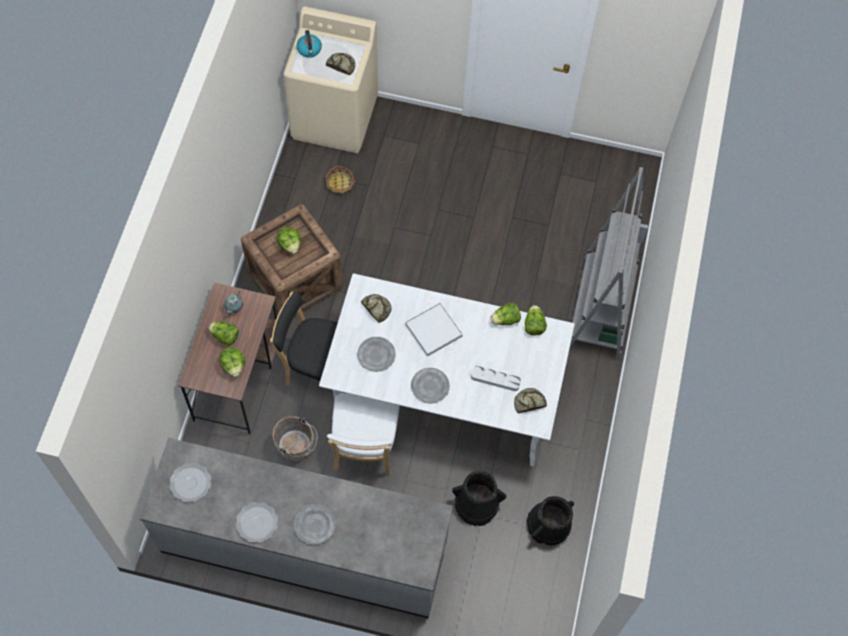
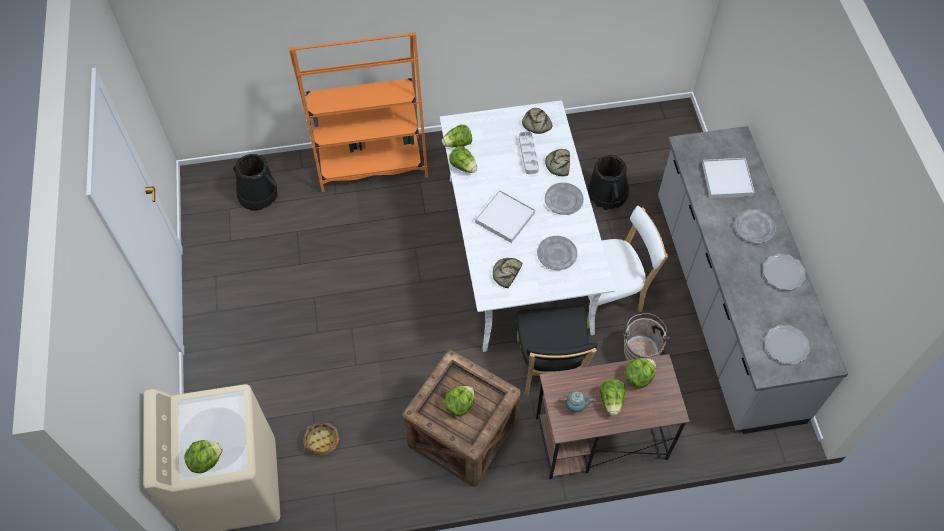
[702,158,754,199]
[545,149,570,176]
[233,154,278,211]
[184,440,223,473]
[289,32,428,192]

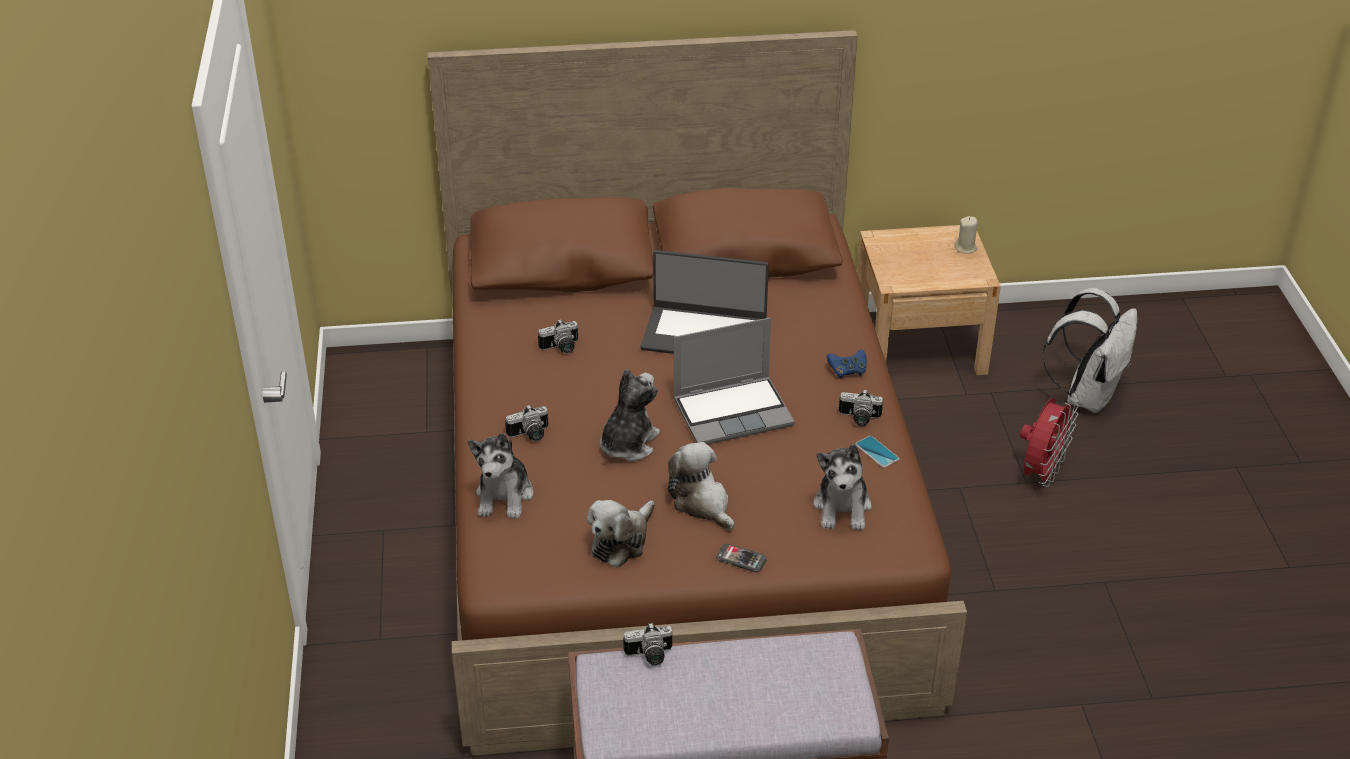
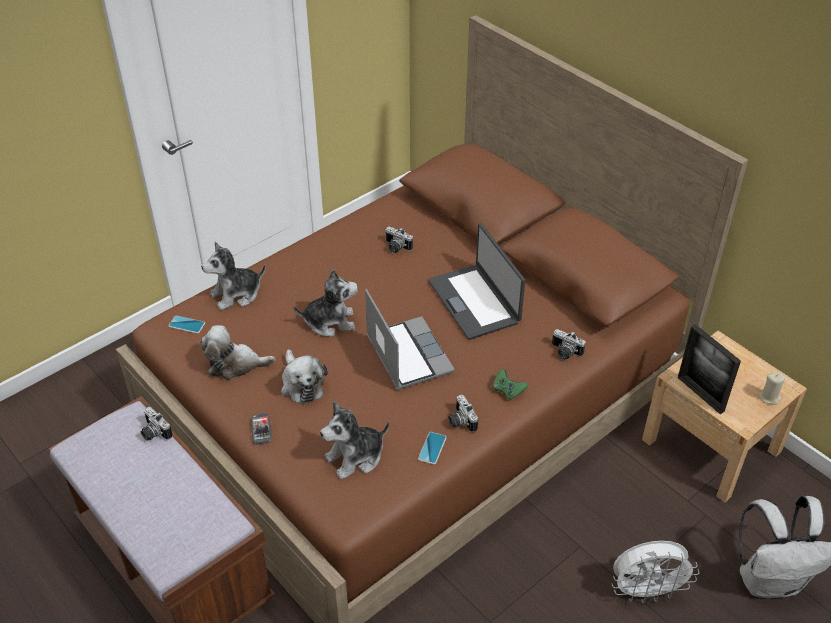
[168,316,205,334]
[678,324,741,414]
[552,329,586,360]
[492,369,528,400]
[611,541,699,603]
[281,349,328,404]
[365,289,455,390]

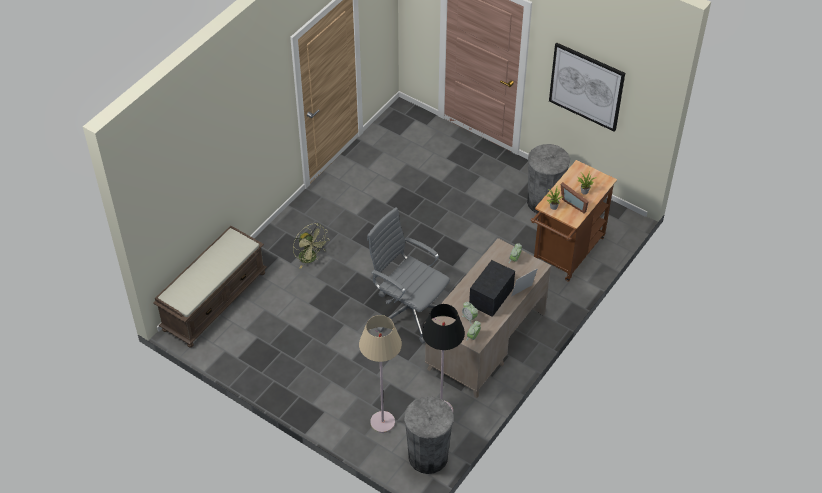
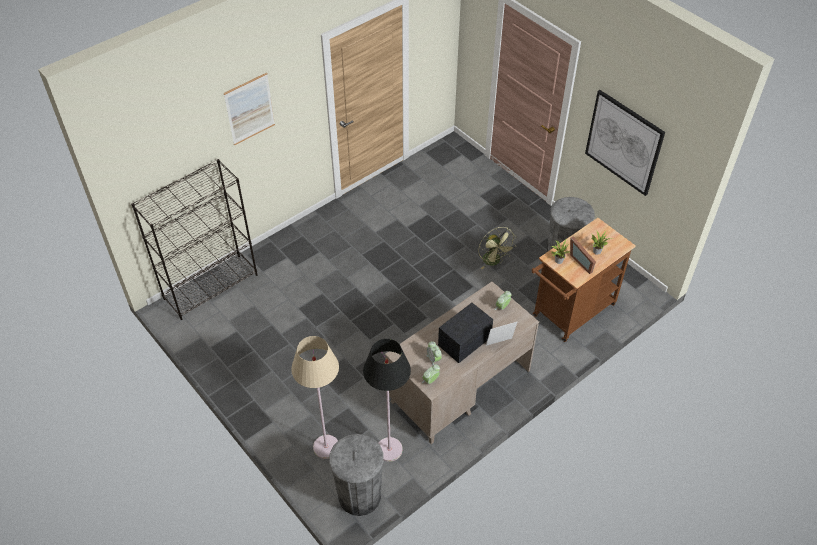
[367,207,450,343] (first image)
[224,73,275,146]
[478,227,516,270]
[131,159,257,320]

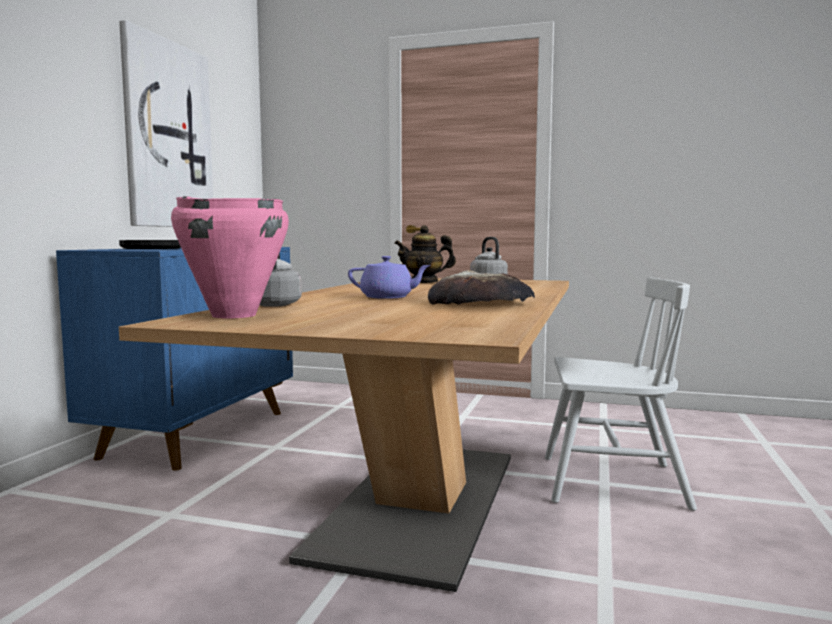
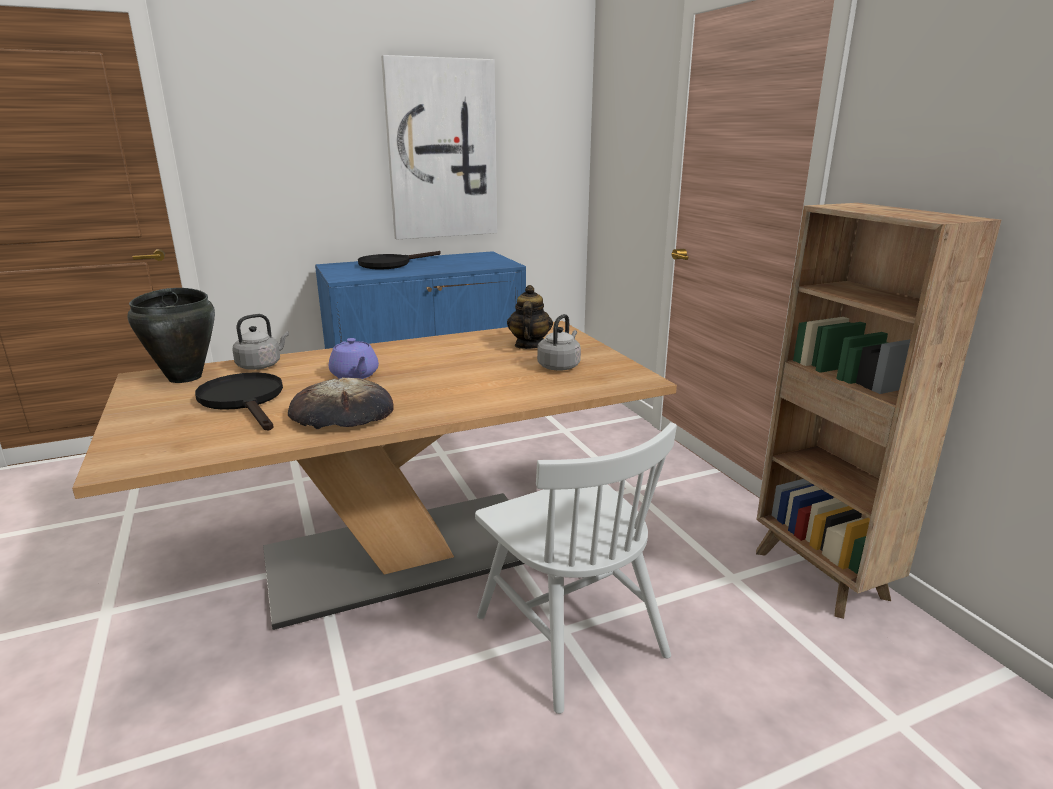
[195,372,283,430]
[756,203,1001,619]
[128,288,215,383]
[507,285,553,349]

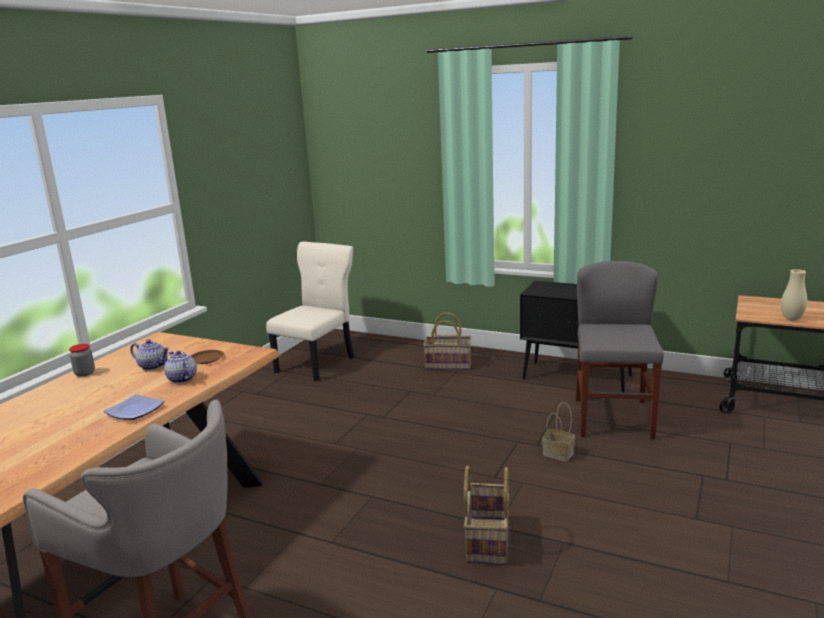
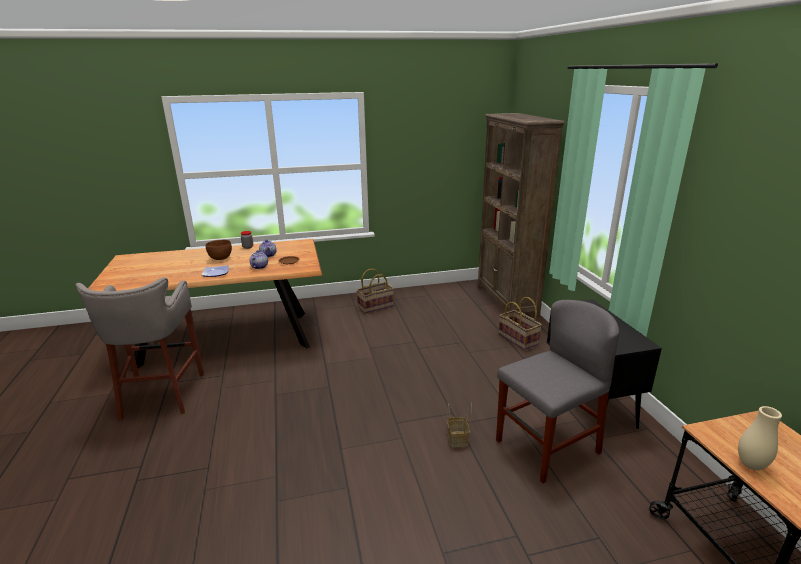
[266,242,354,381] (first image)
[205,240,232,260]
[477,113,565,317]
[356,269,394,313]

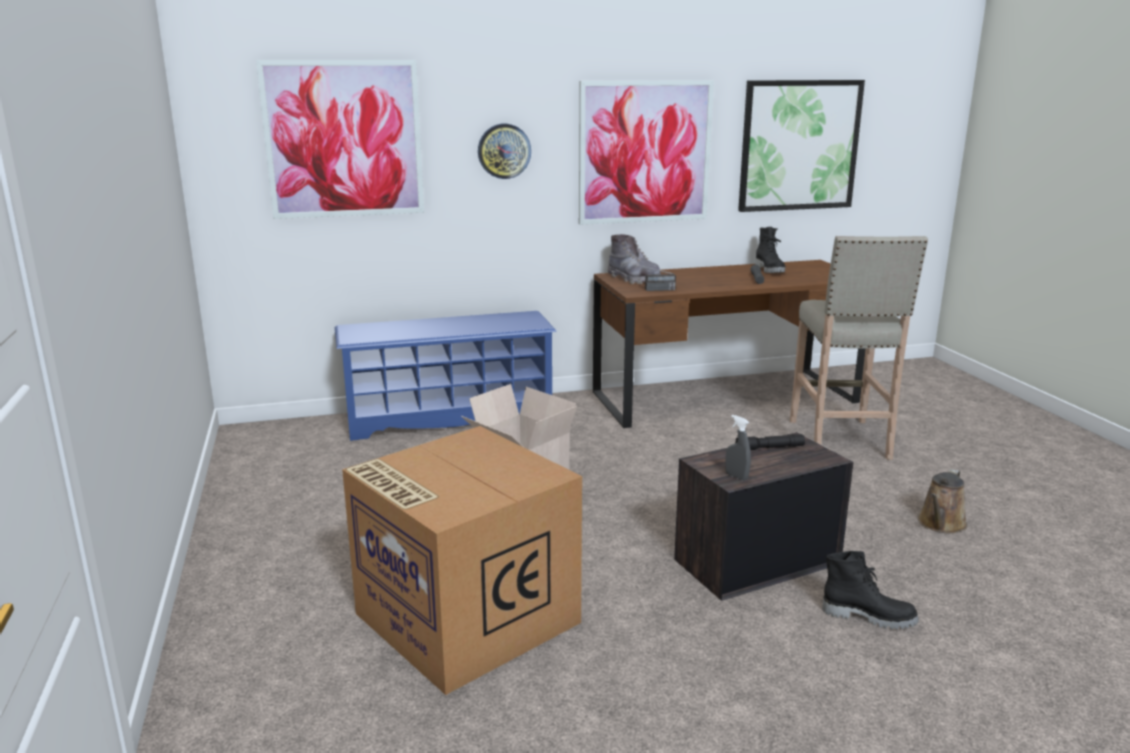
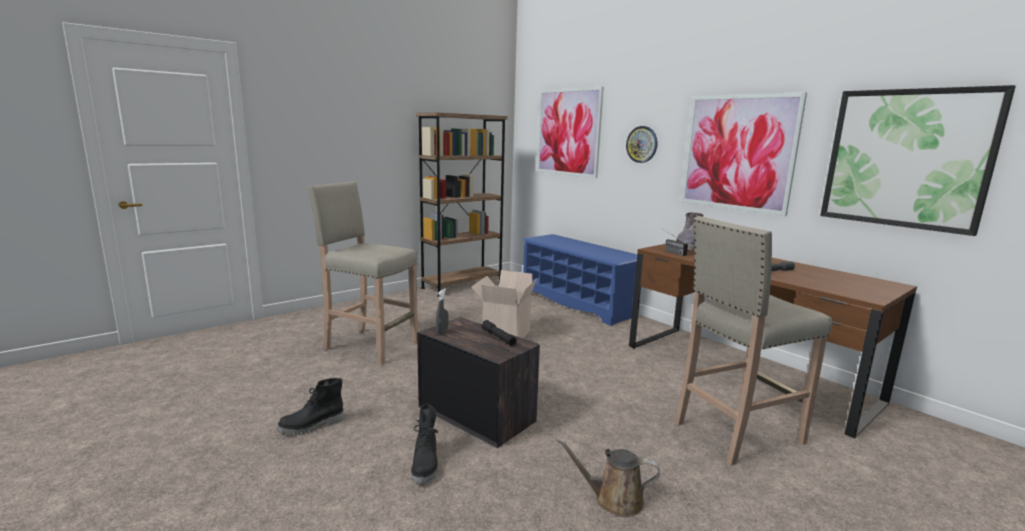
[416,112,508,297]
[277,378,344,435]
[307,181,418,365]

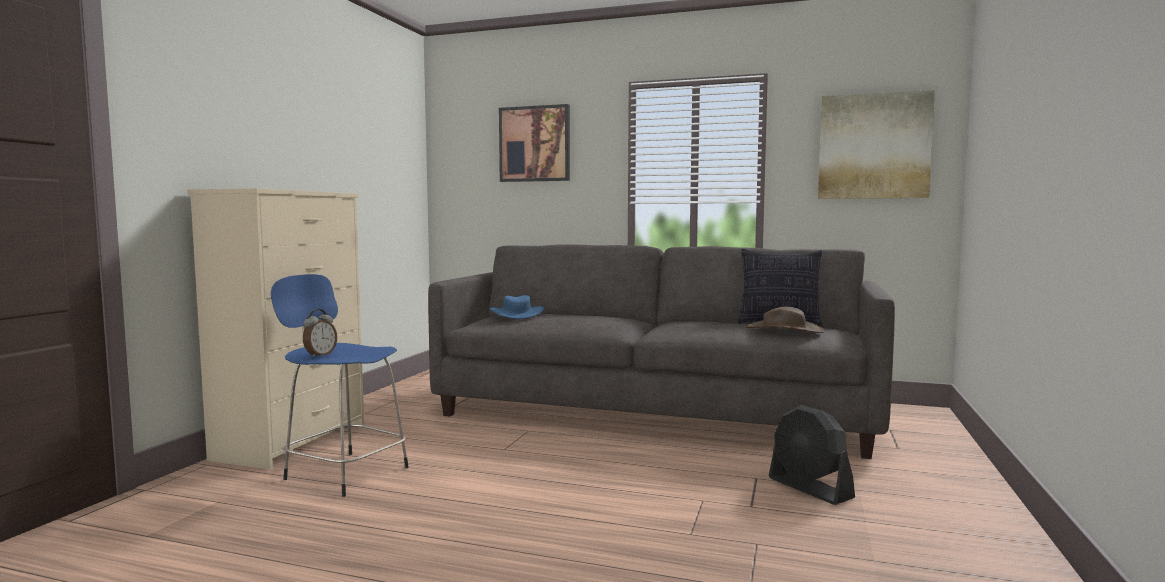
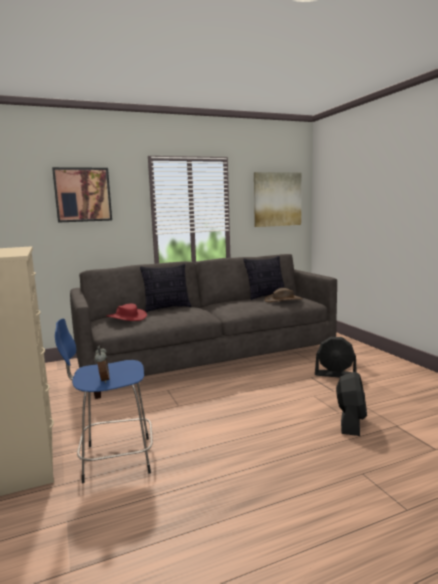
[140,264,191,313]
[336,372,367,436]
[106,304,147,321]

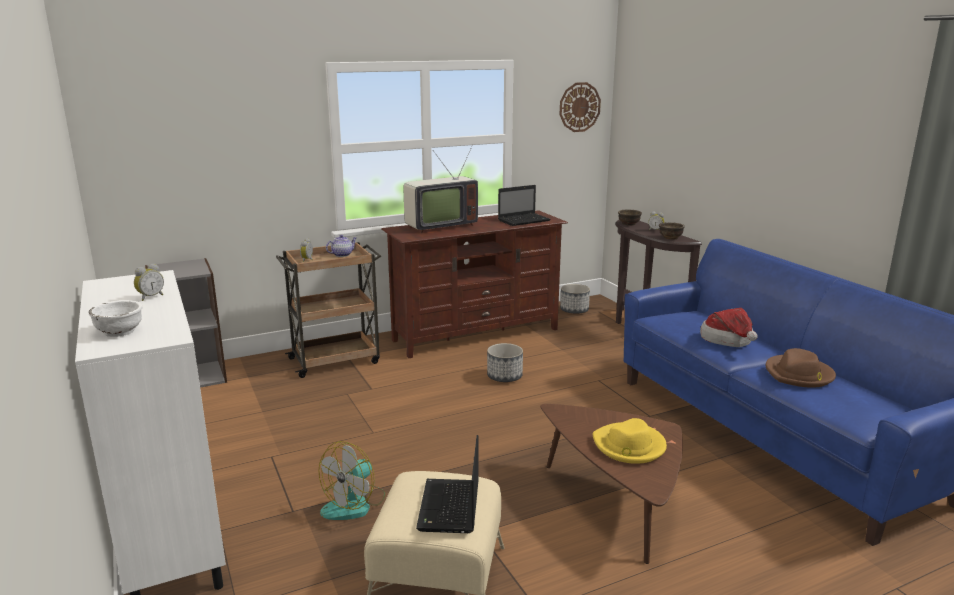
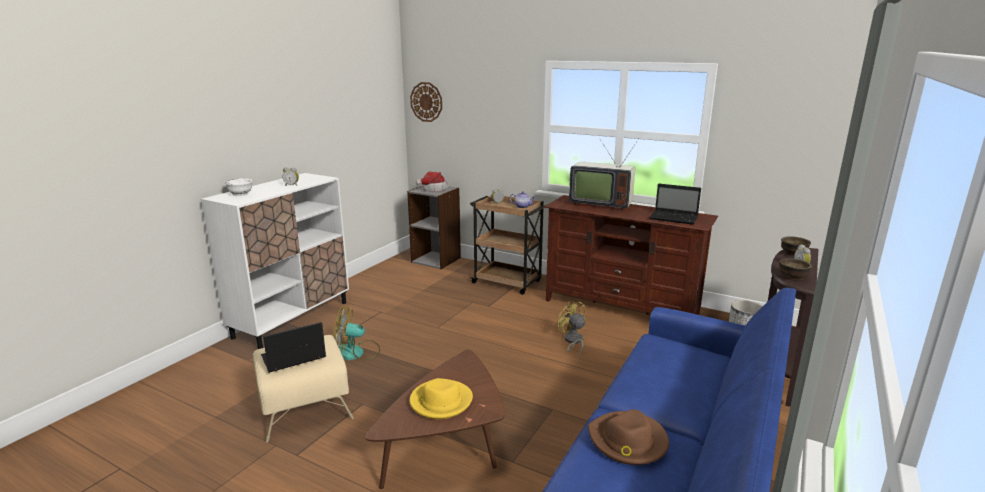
[410,82,442,122]
[416,171,448,192]
[557,300,586,358]

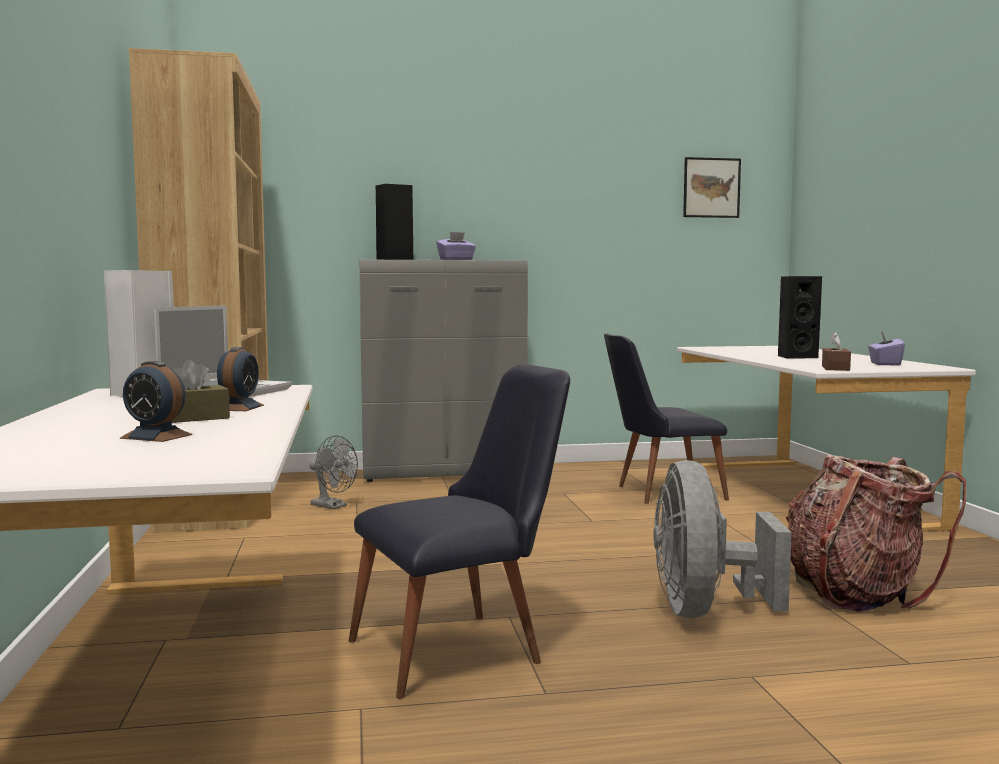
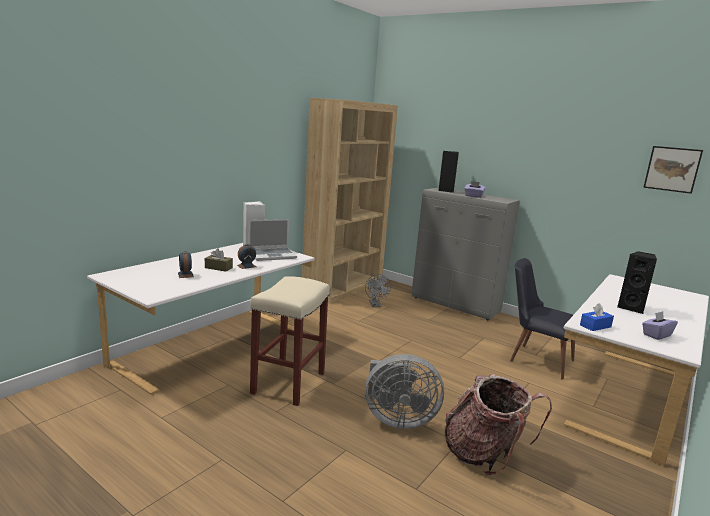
[250,276,330,406]
[580,303,614,331]
[365,354,444,429]

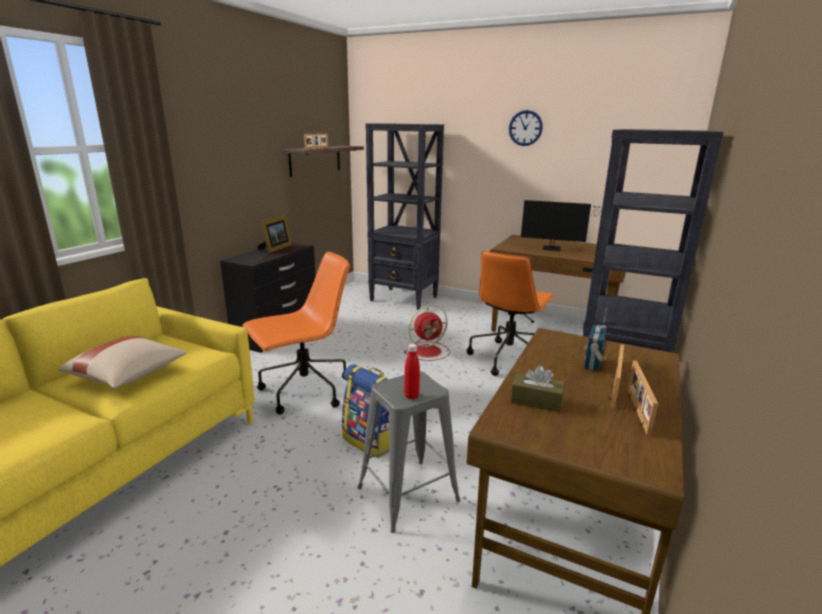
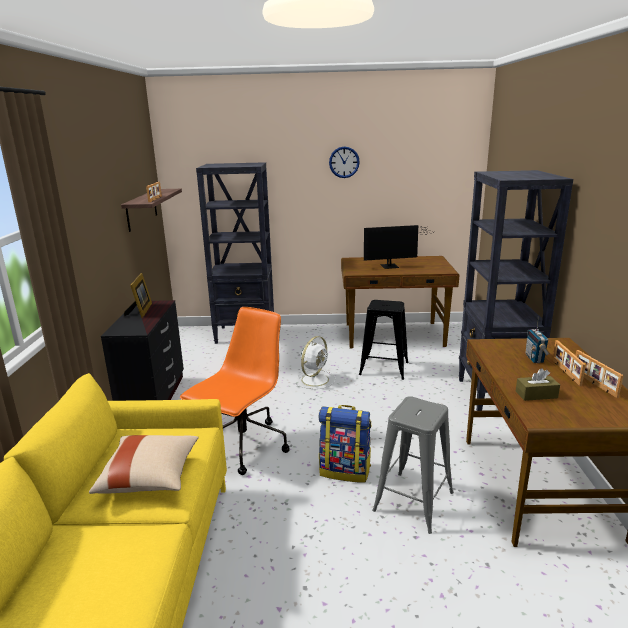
[404,344,420,399] (first image)
[359,300,409,380]
[296,336,336,389]

